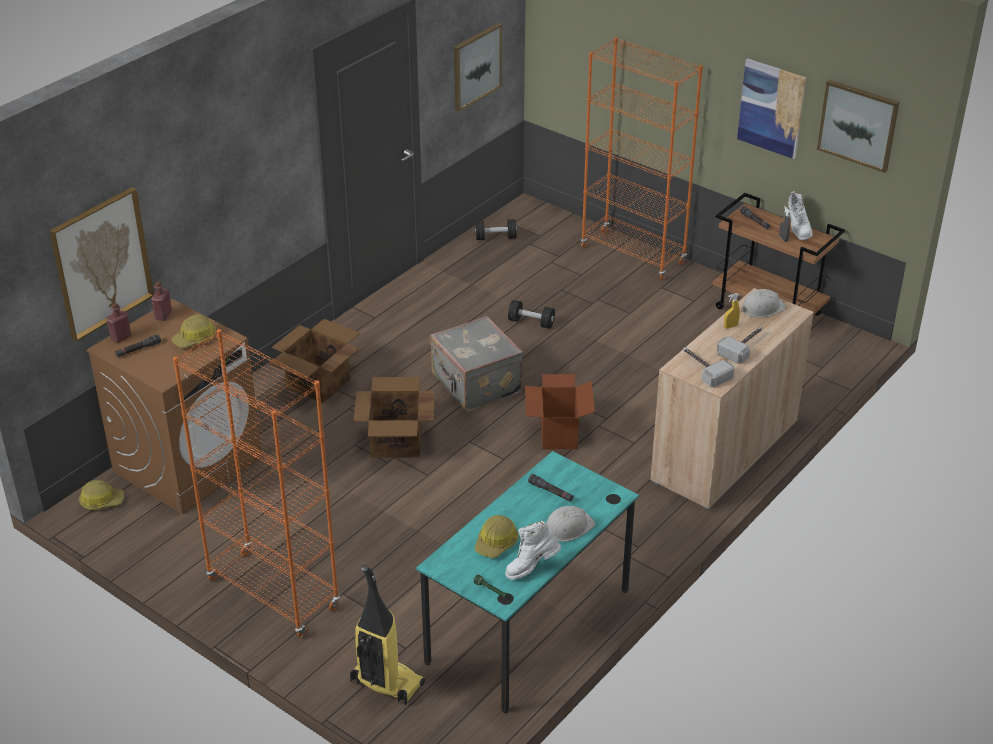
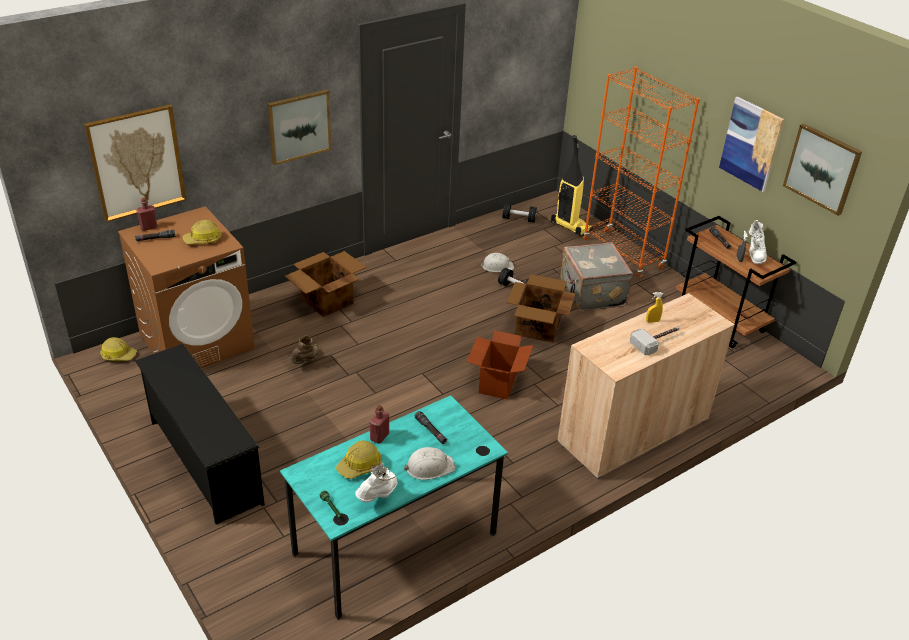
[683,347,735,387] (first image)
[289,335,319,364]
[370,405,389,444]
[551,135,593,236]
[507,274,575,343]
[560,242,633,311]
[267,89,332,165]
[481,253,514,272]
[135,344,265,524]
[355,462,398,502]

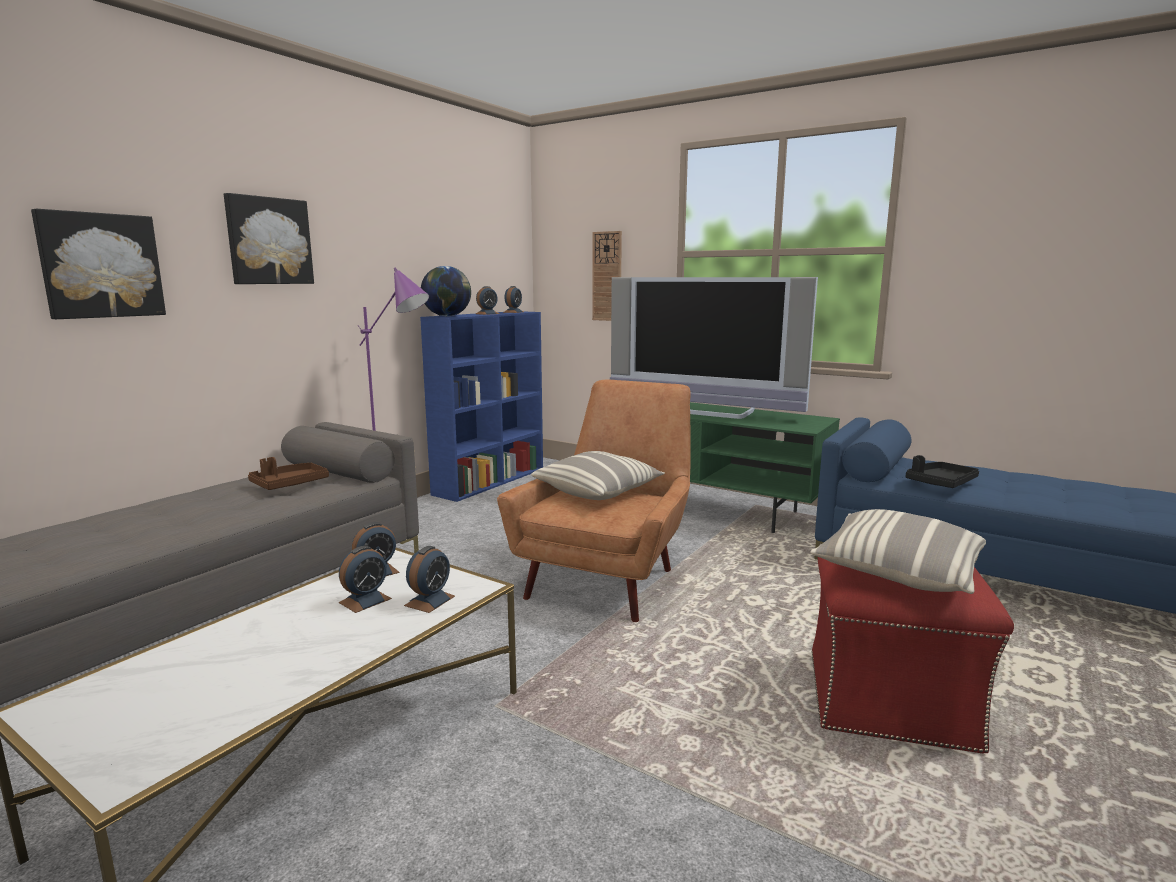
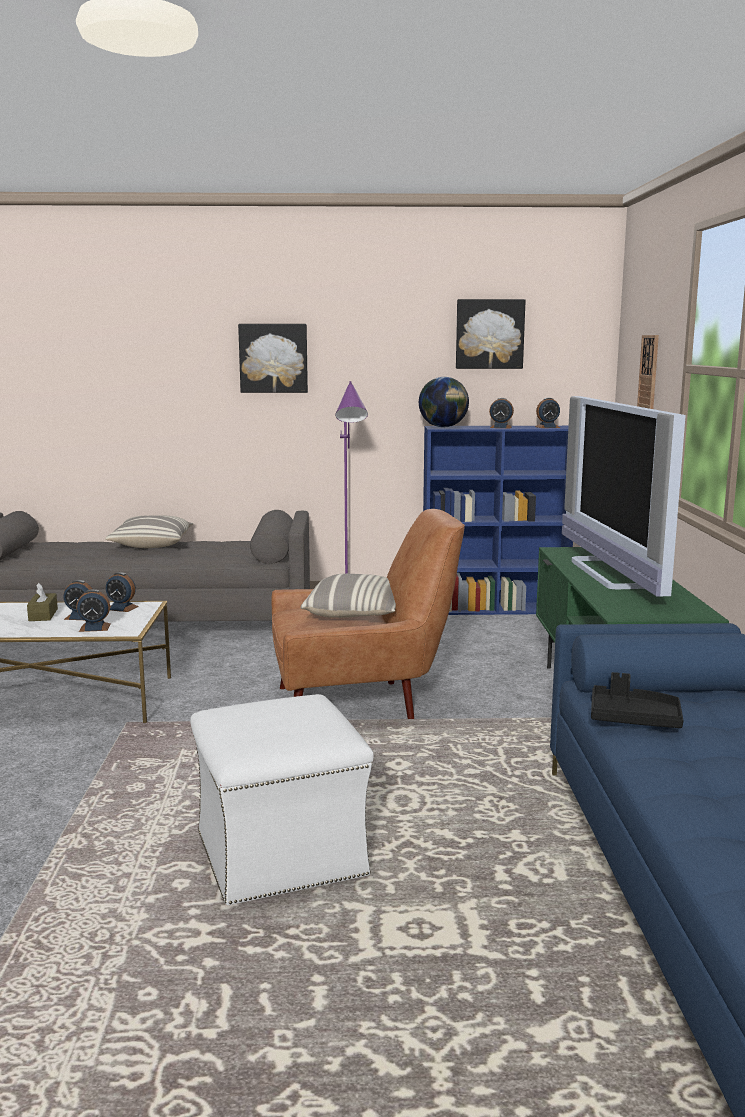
[248,457,329,490] (first image)
[27,583,58,621]
[456,299,526,369]
[105,516,194,548]
[190,694,374,905]

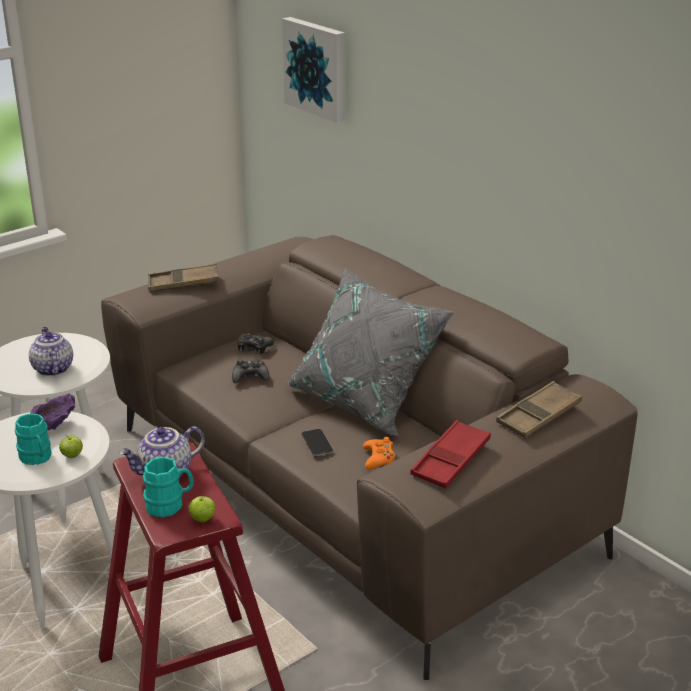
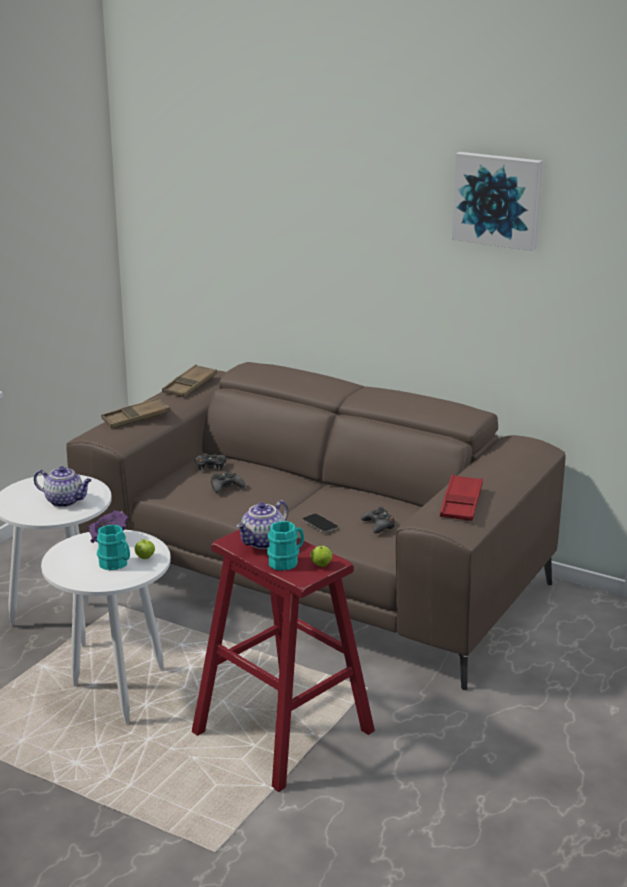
[285,268,455,437] (first image)
[452,152,543,251]
[162,364,217,397]
[361,506,395,533]
[34,466,92,507]

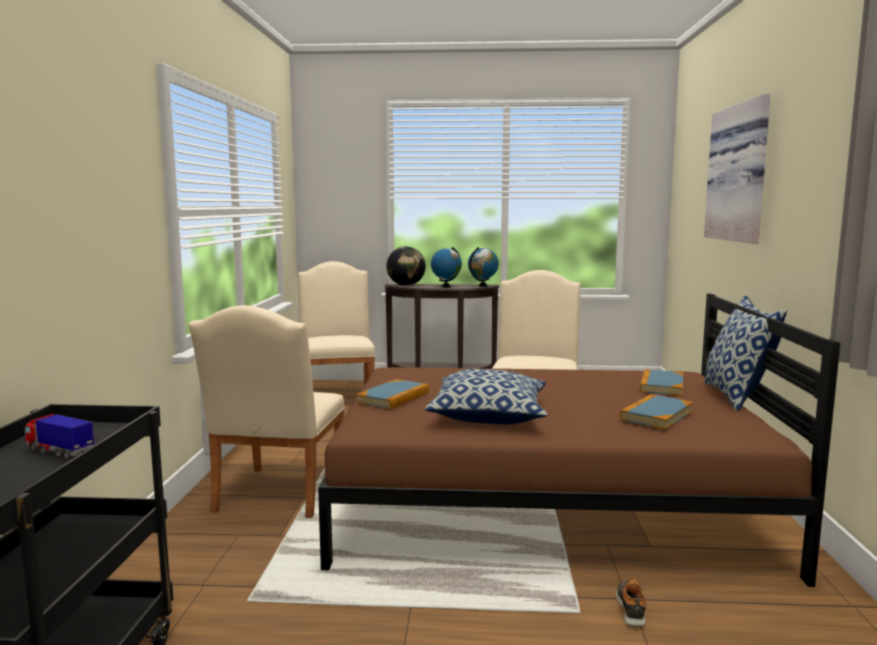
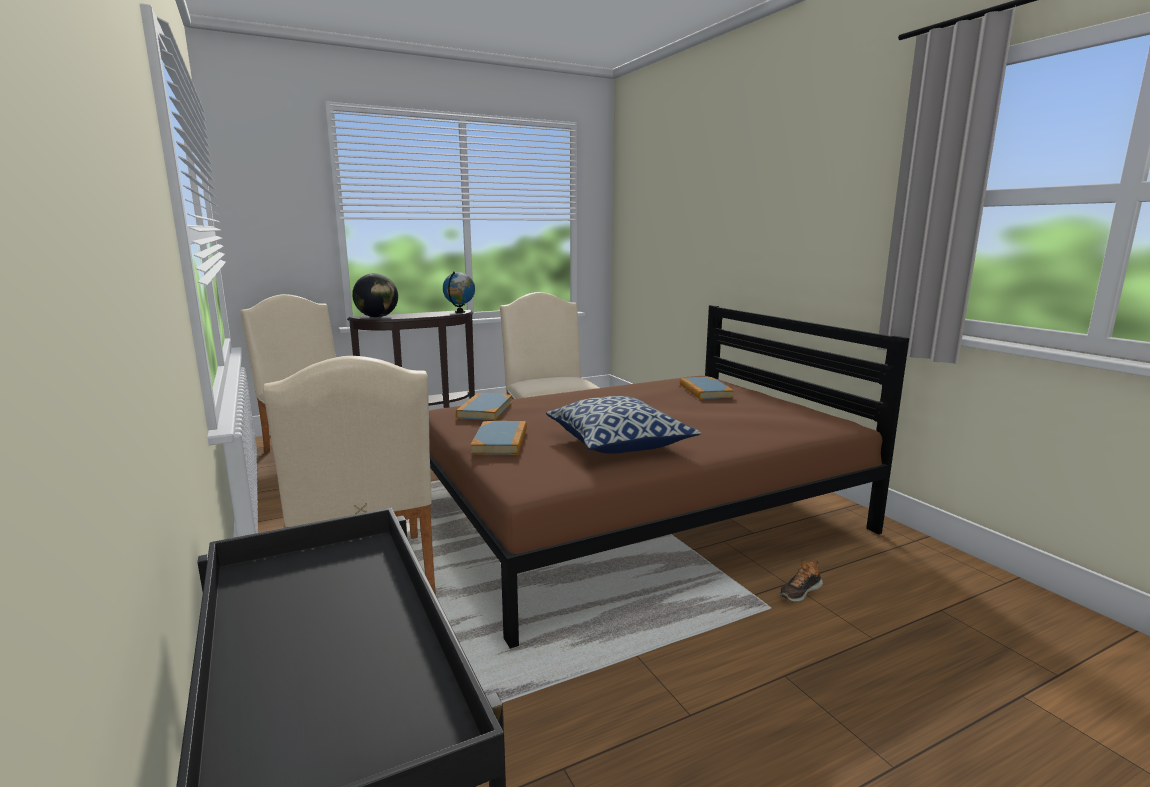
[24,414,94,460] (first image)
[431,247,462,287] (first image)
[704,94,771,244] (first image)
[704,296,787,412] (first image)
[456,393,512,420]
[780,560,823,602]

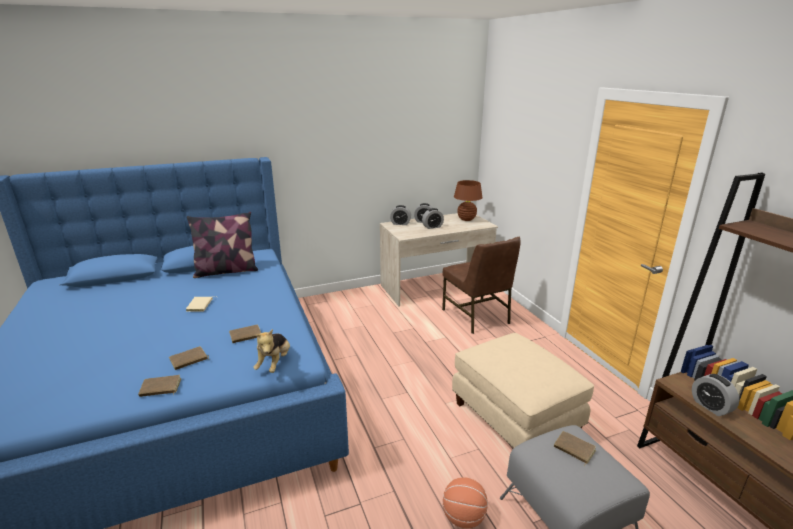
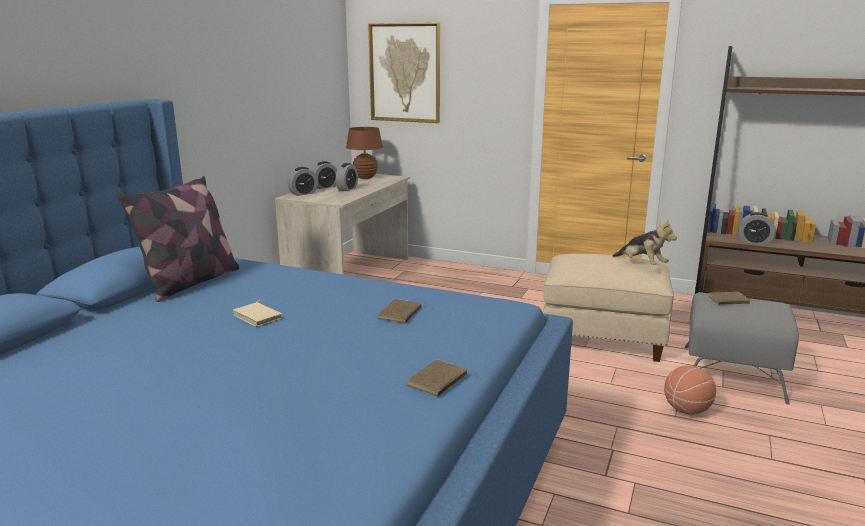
[169,346,209,370] (first image)
[442,237,521,334] (first image)
[368,22,440,123]
[613,219,677,265]

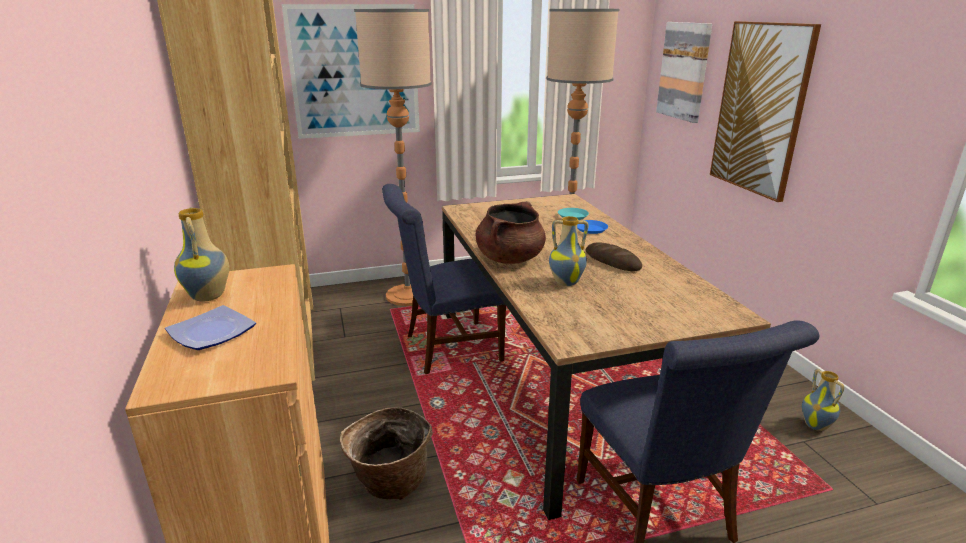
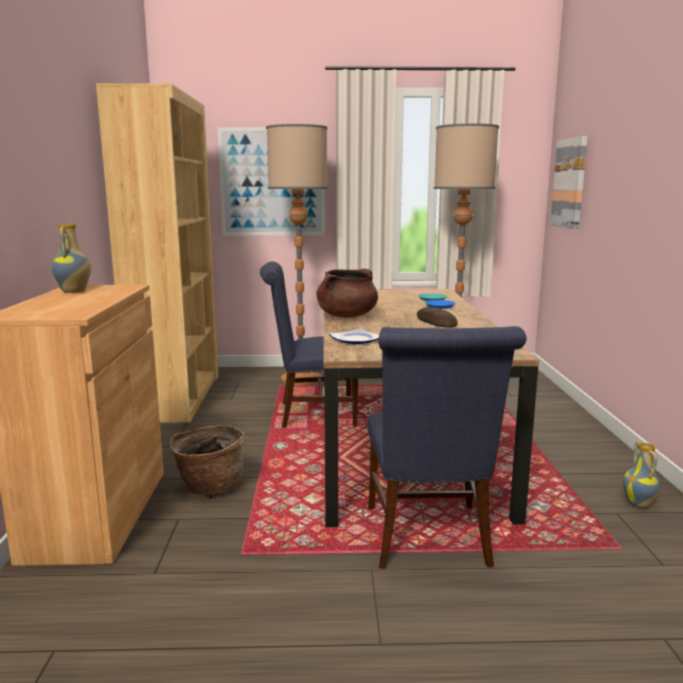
[549,216,588,286] (first image)
[710,21,821,202] (first image)
[329,328,379,344]

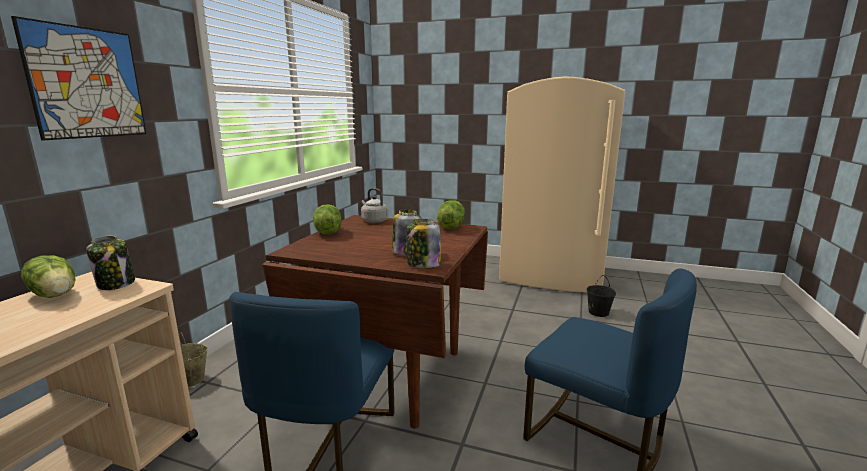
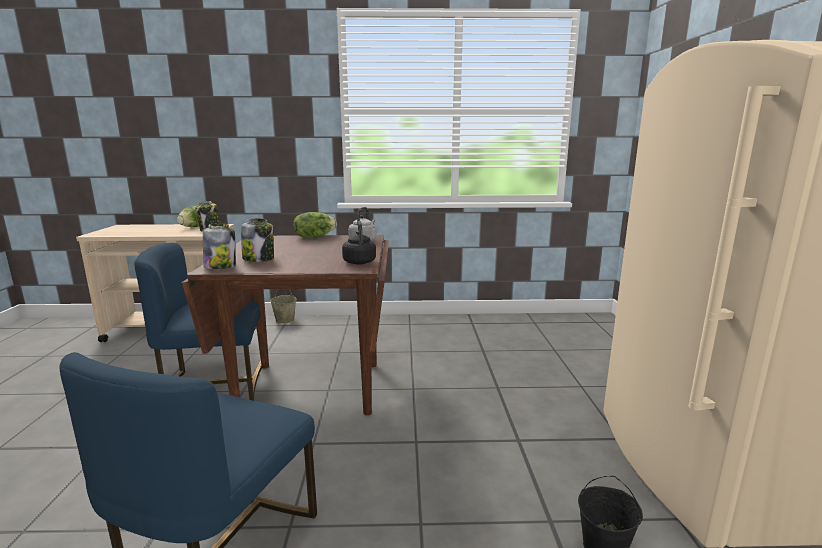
[11,16,146,140] (first image)
[342,221,376,264]

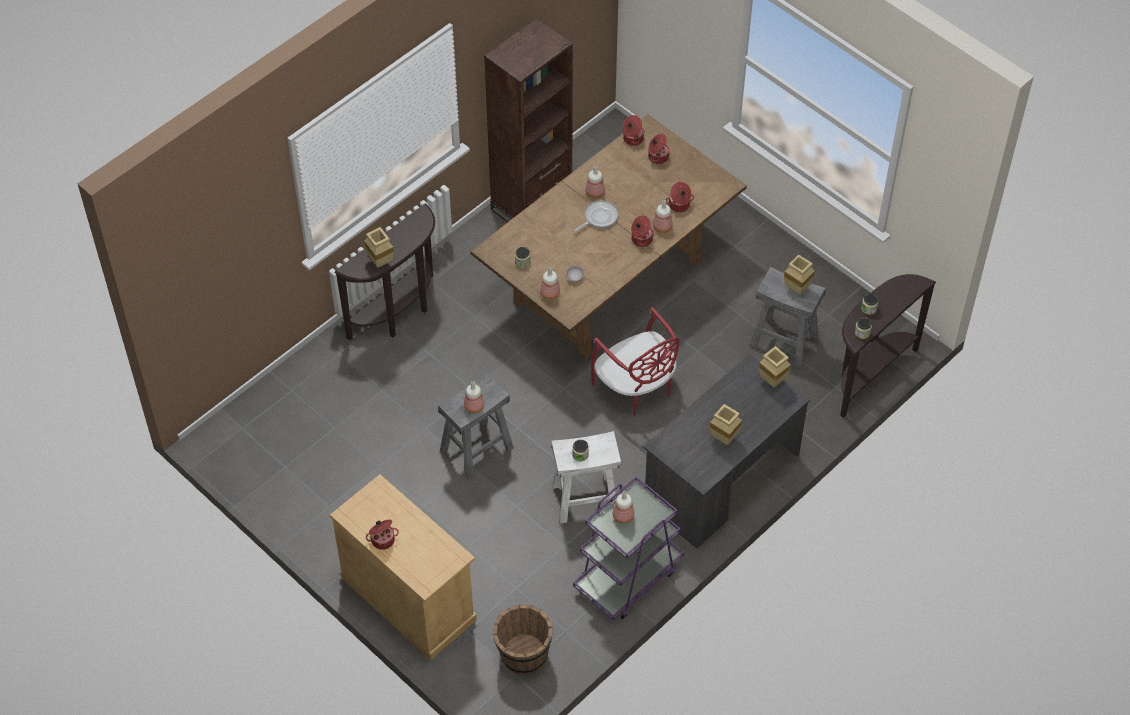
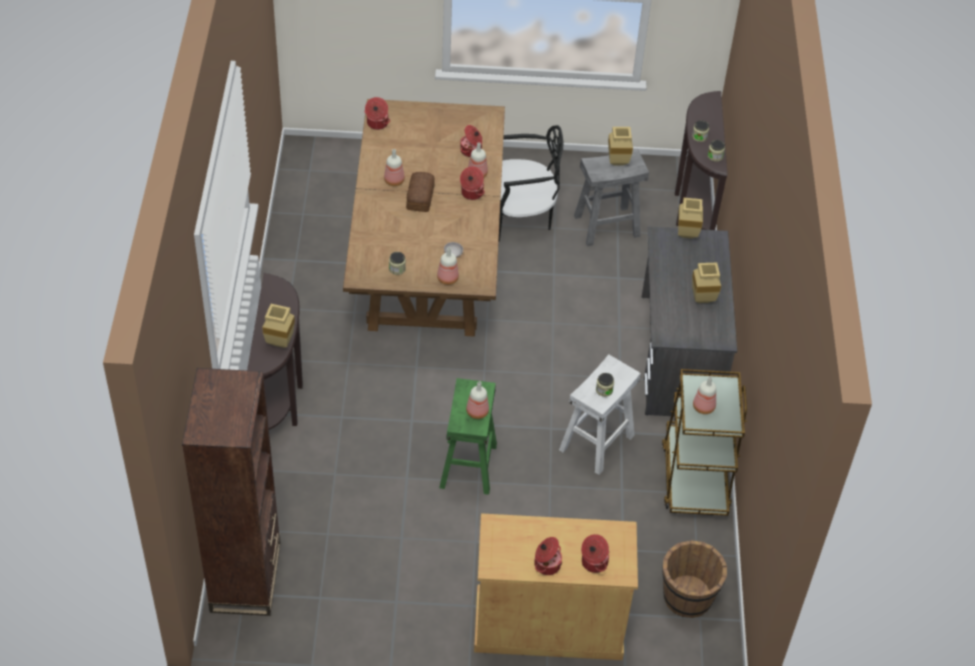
[591,307,679,416] (first image)
[499,125,563,242]
[182,368,281,616]
[581,534,609,573]
[406,172,435,212]
[440,378,497,495]
[662,369,747,516]

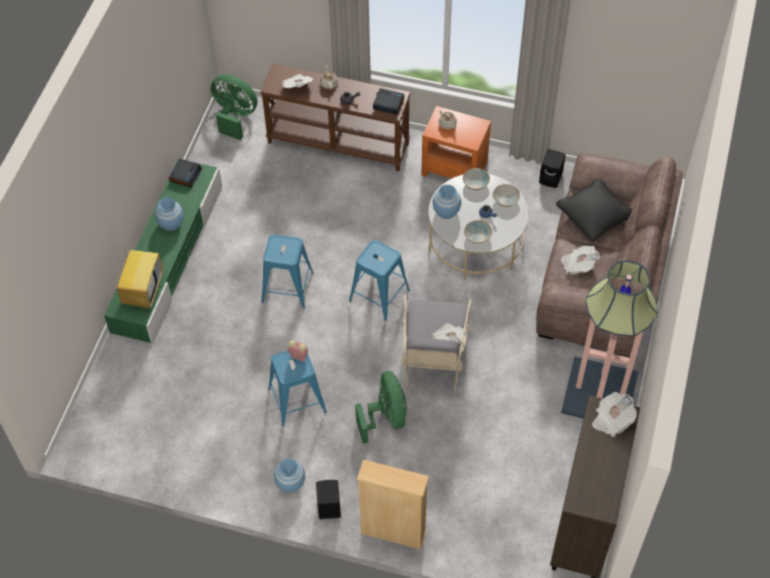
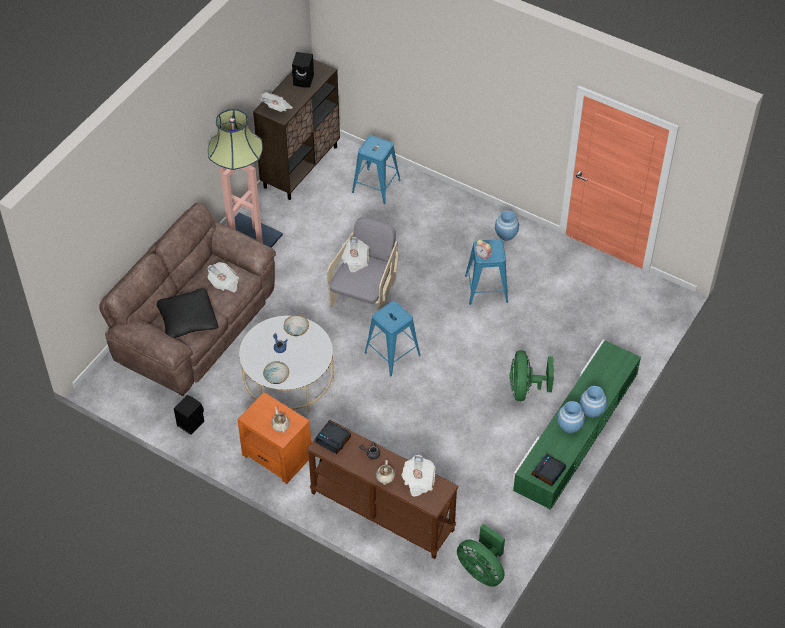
[117,239,163,308] (first image)
[357,460,429,550] (first image)
[493,184,520,207] (first image)
[352,135,401,204]
[292,52,314,88]
[510,350,554,401]
[580,386,607,418]

